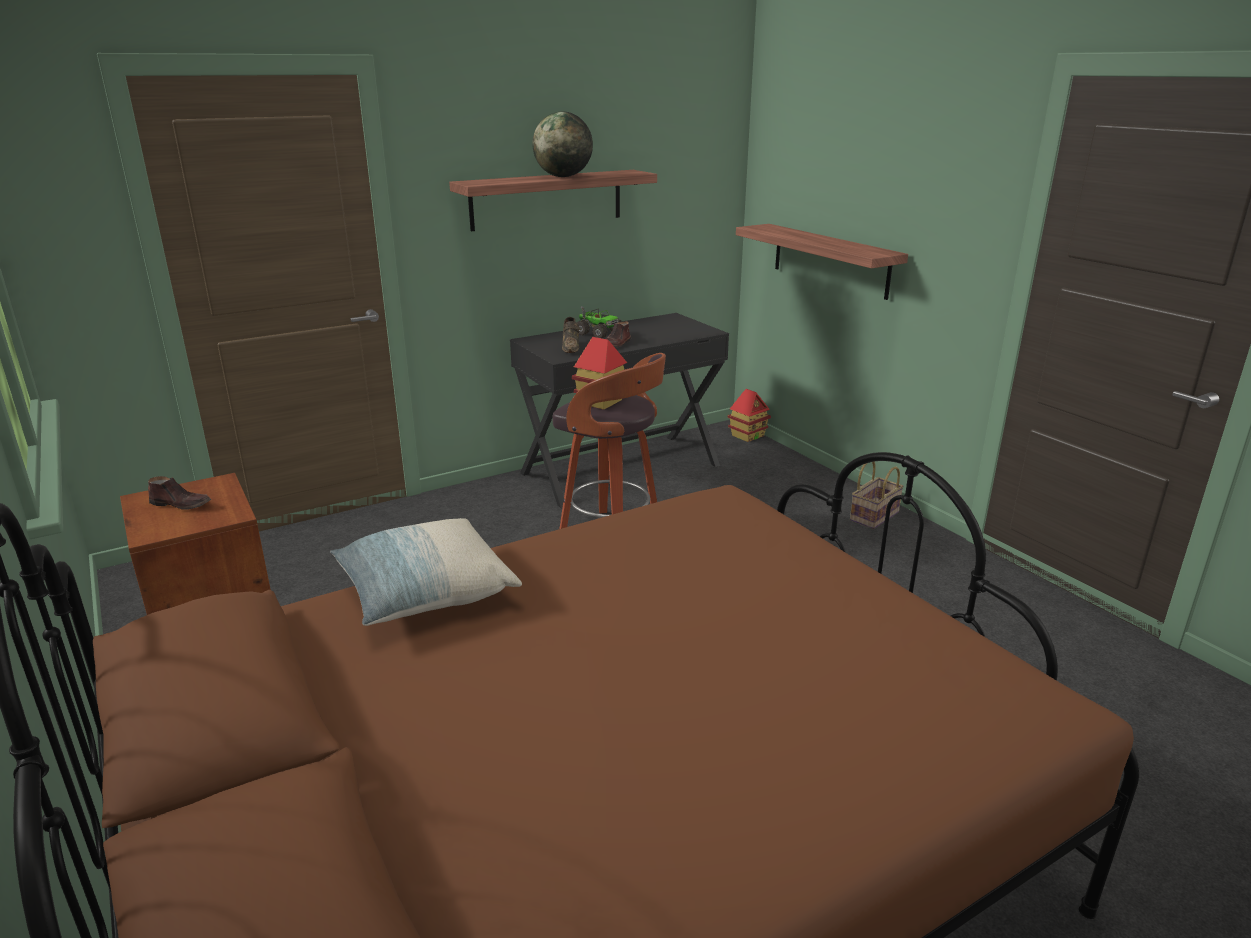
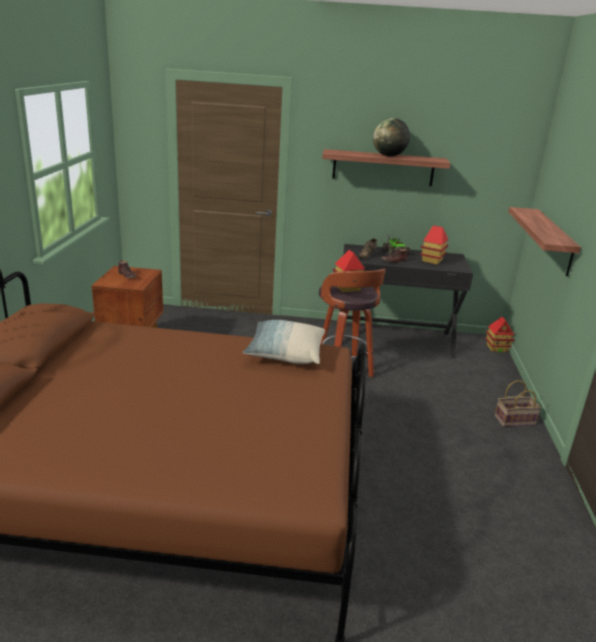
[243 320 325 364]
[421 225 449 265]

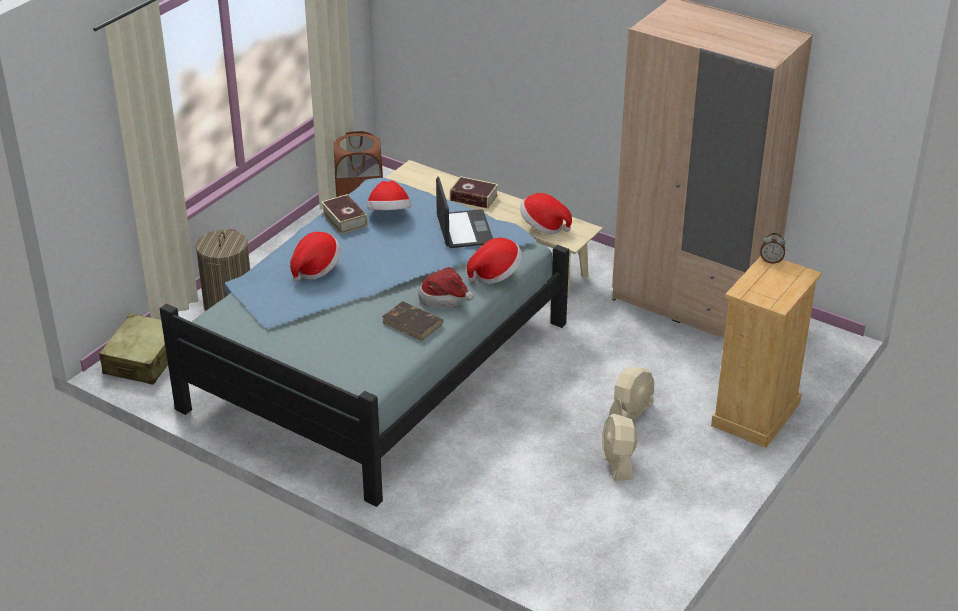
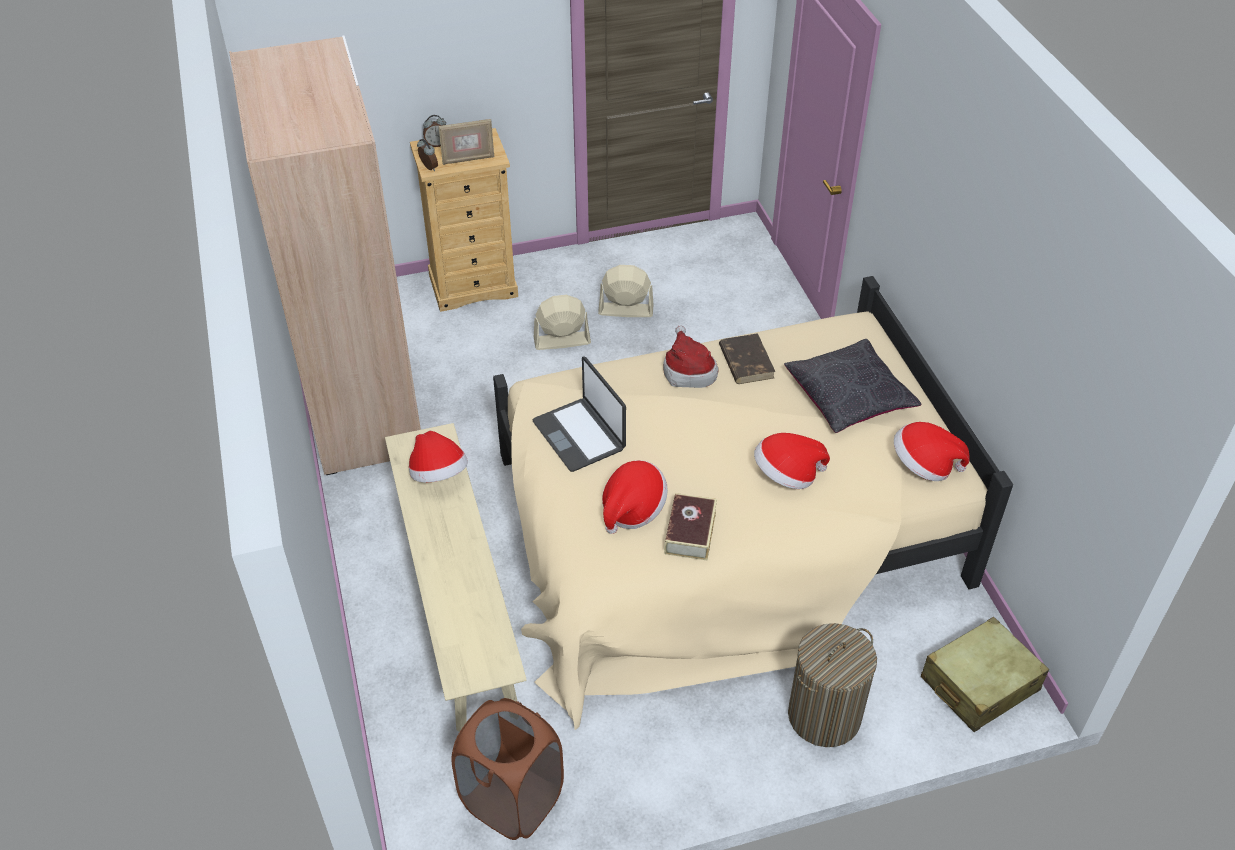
[493 276 1013 730]
[533 356 626 472]
[450 176 498 209] (first image)
[894 422 970 481]
[598 265 654 317]
[423 115 446 147]
[438 119 495 165]
[784 339 921 433]

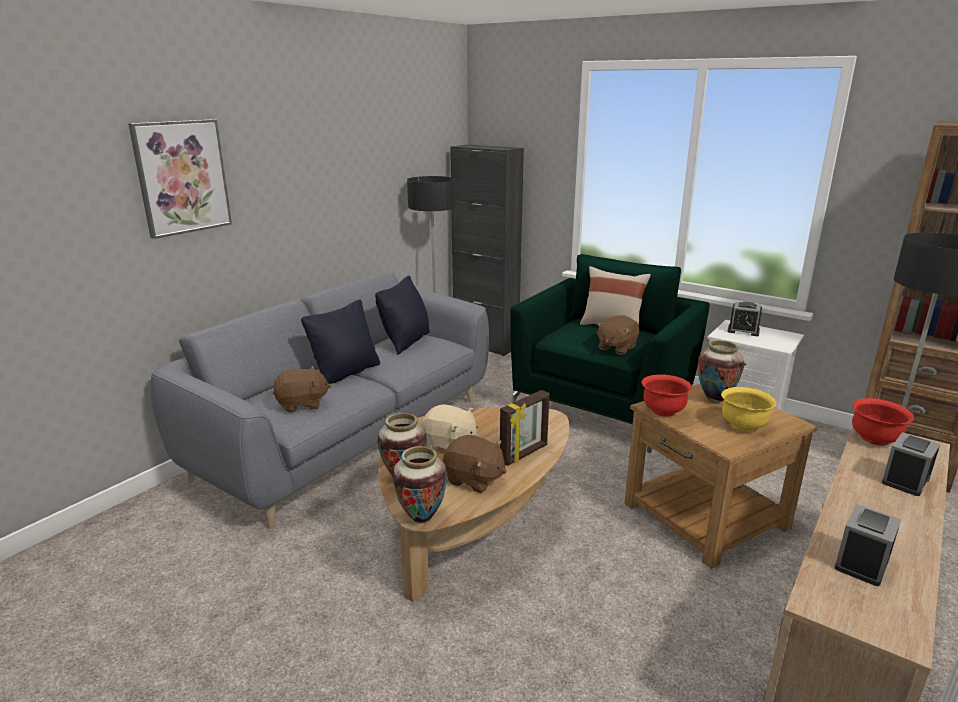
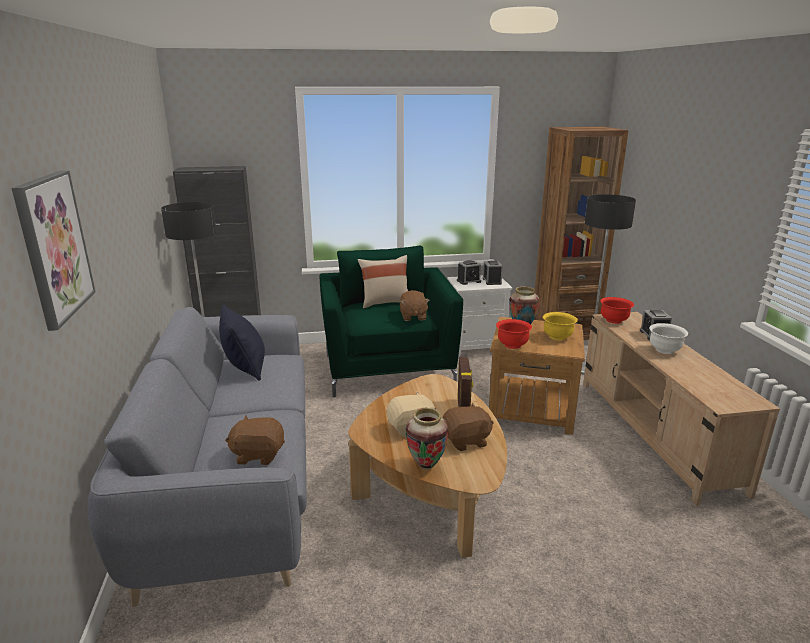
[225 415 285 465]
[301 299 380 384] (first image)
[392 446 447 524] (first image)
[483 261 503 285]
[650 323 688 354]

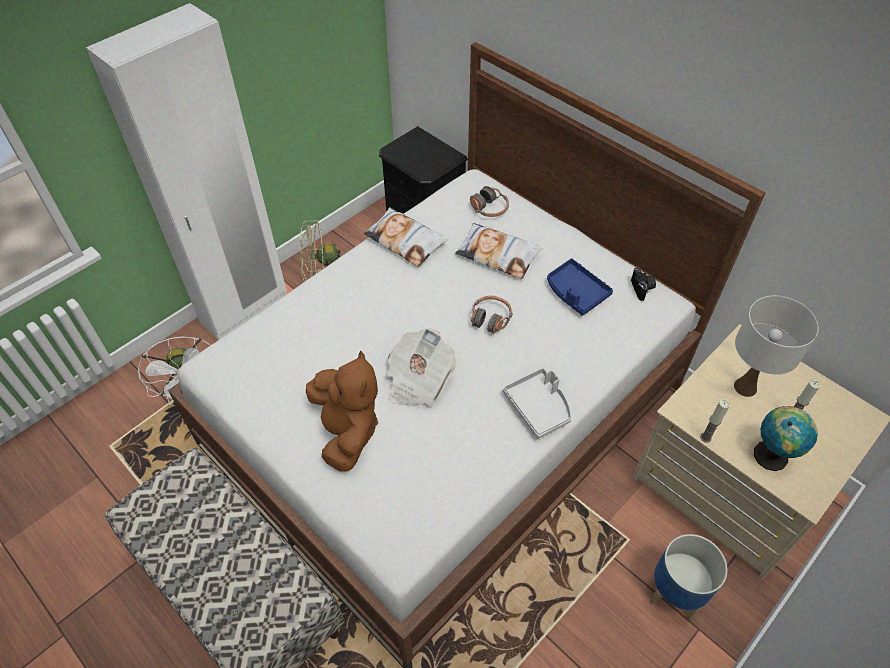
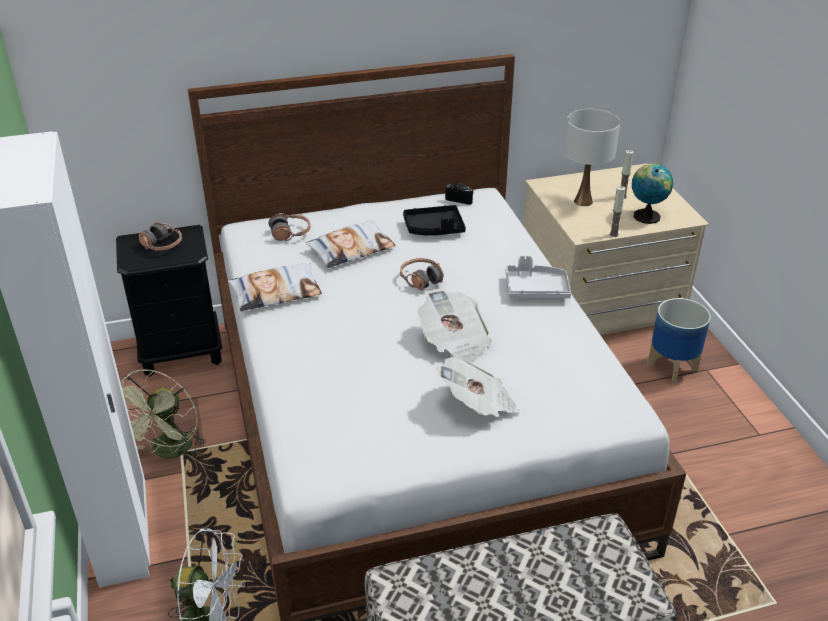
[437 357 520 417]
[403 205 466 235]
[139 222 182 251]

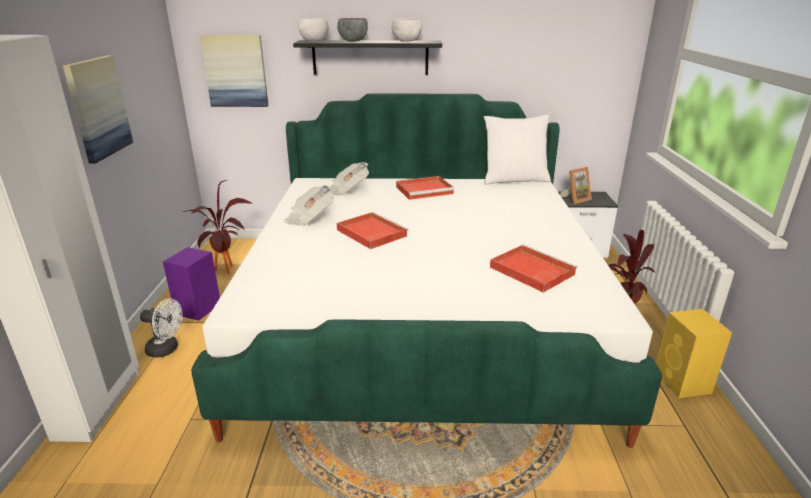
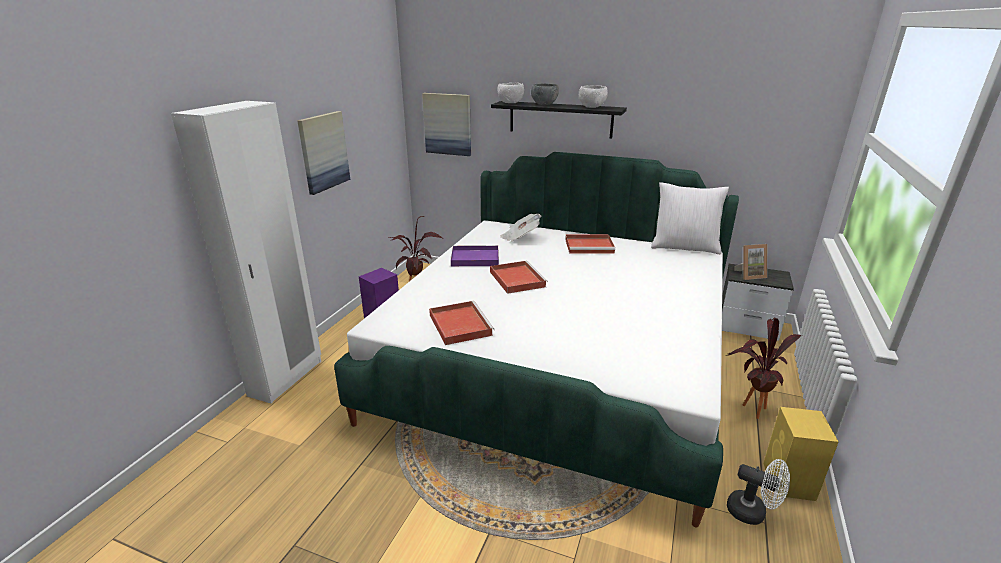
[727 459 790 525]
[451 245 499 266]
[429 301 494 345]

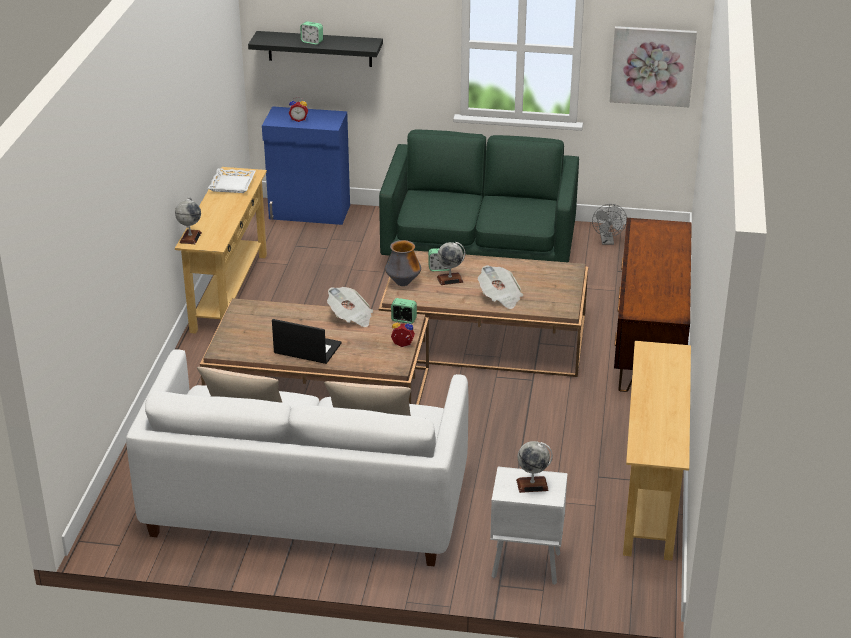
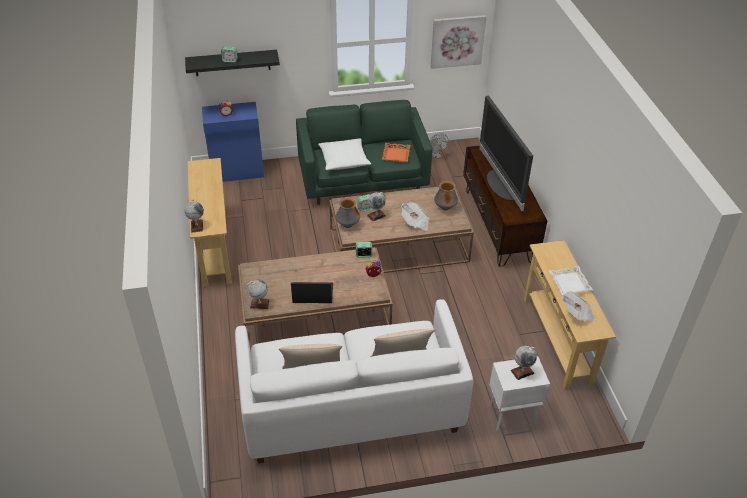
[549 266 593 295]
[562 291 596 322]
[246 280 270 309]
[318 138 371 170]
[382 143 410 162]
[434 181 458 211]
[480 96 533 211]

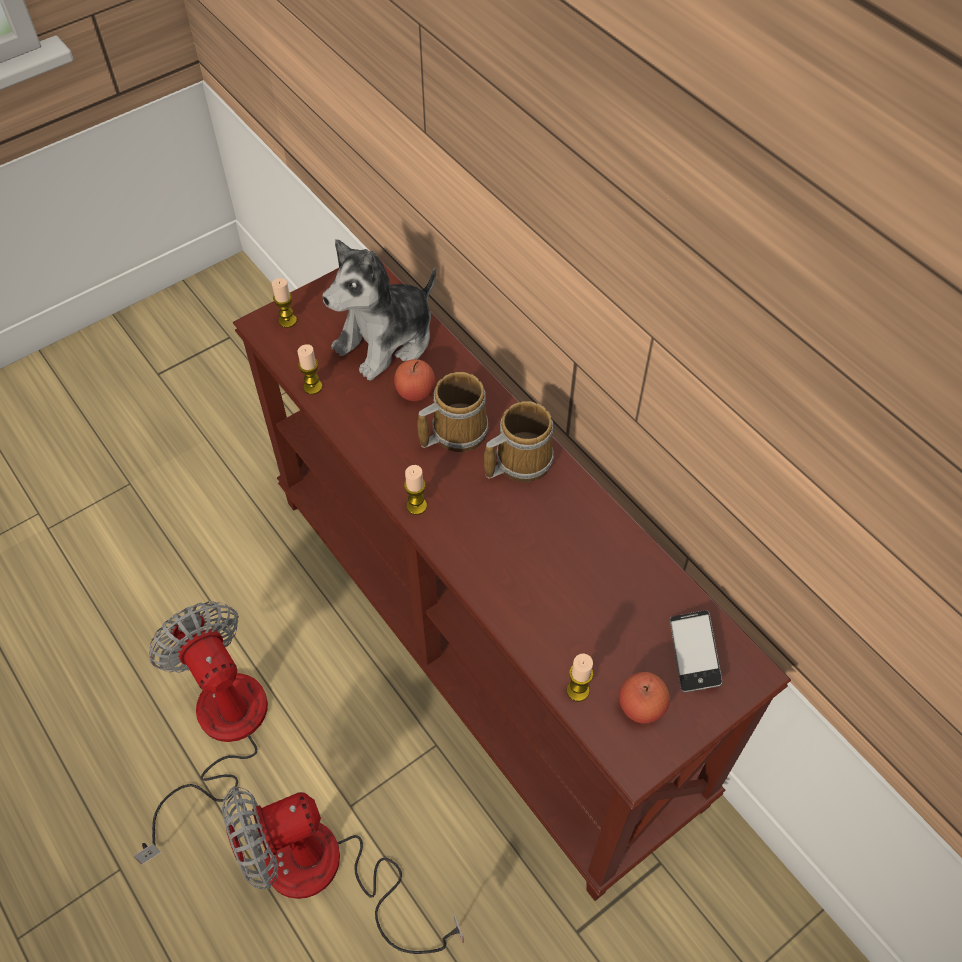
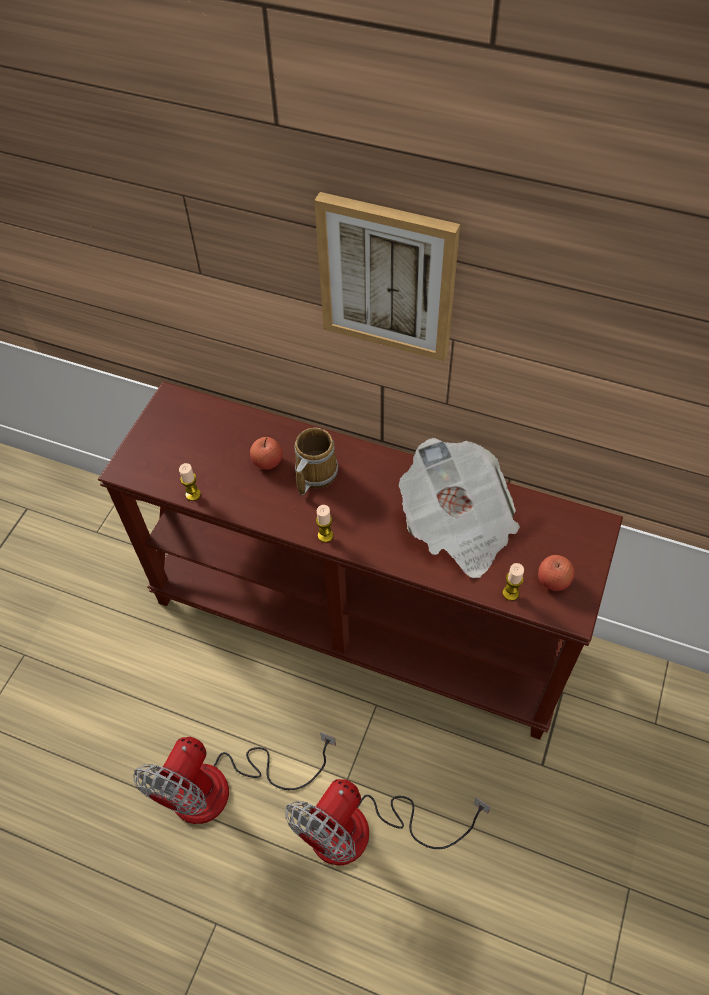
[133 732 336 824]
[272 278 297 328] (first image)
[323 239 436 381] (first image)
[484 401 554 483] (first image)
[670 610 723 692] (first image)
[314 192 460 361]
[399 438 520 578]

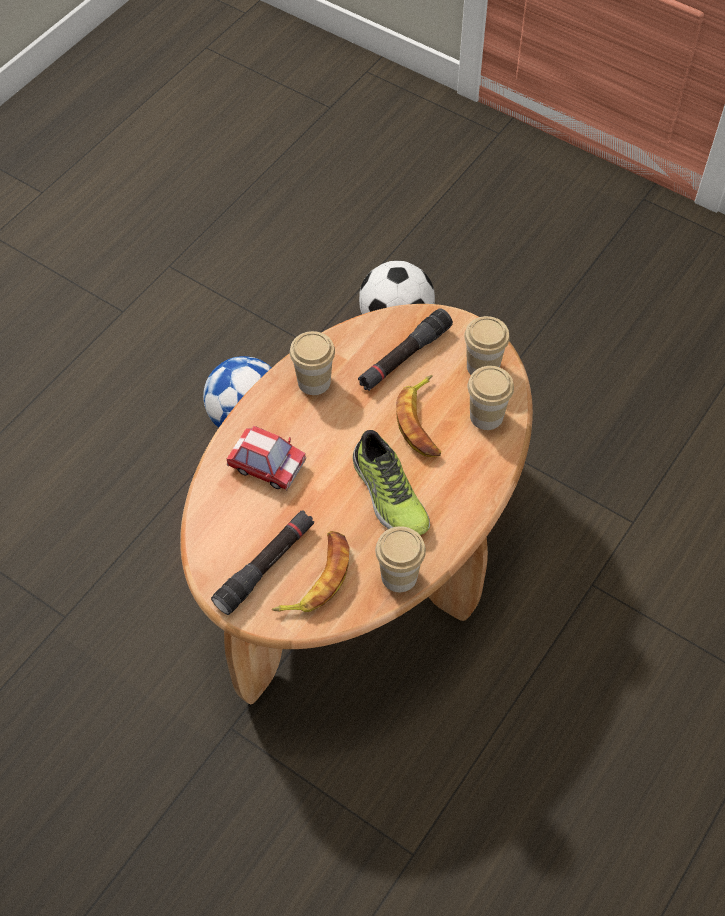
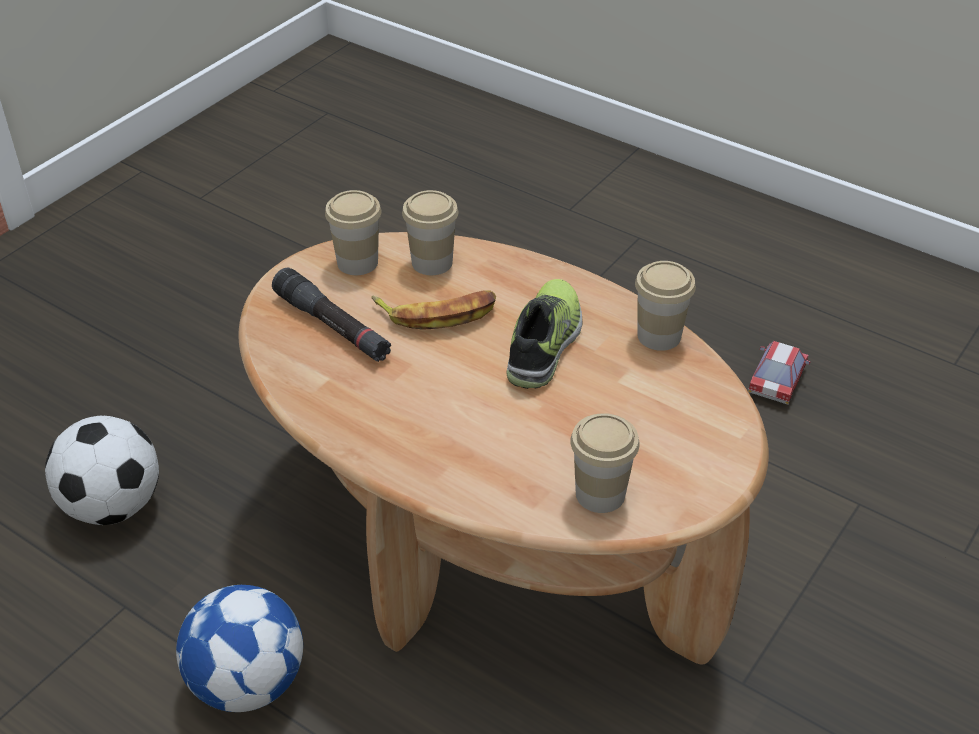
[211 510 314 615] (first image)
[748 341 810 405]
[272 531 349 612] (first image)
[570 413 640 513]
[506 279 582 389]

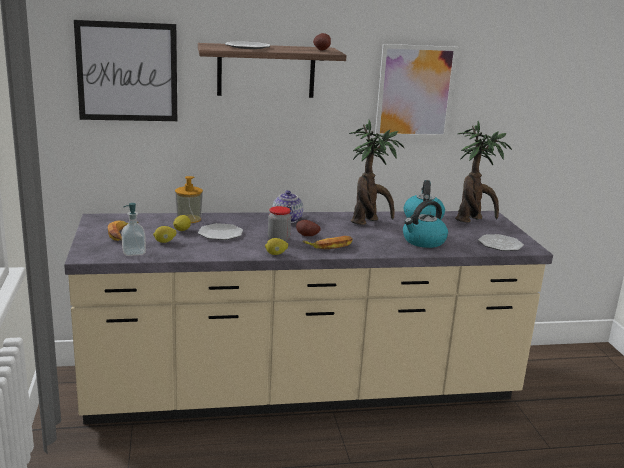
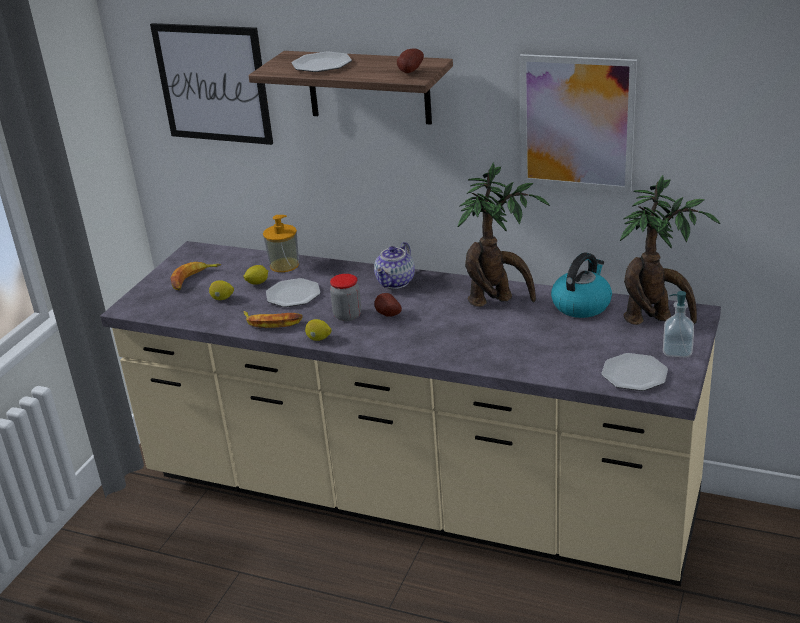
[663 291 694 358]
[243 311 303 328]
[403 200 448 248] (first image)

